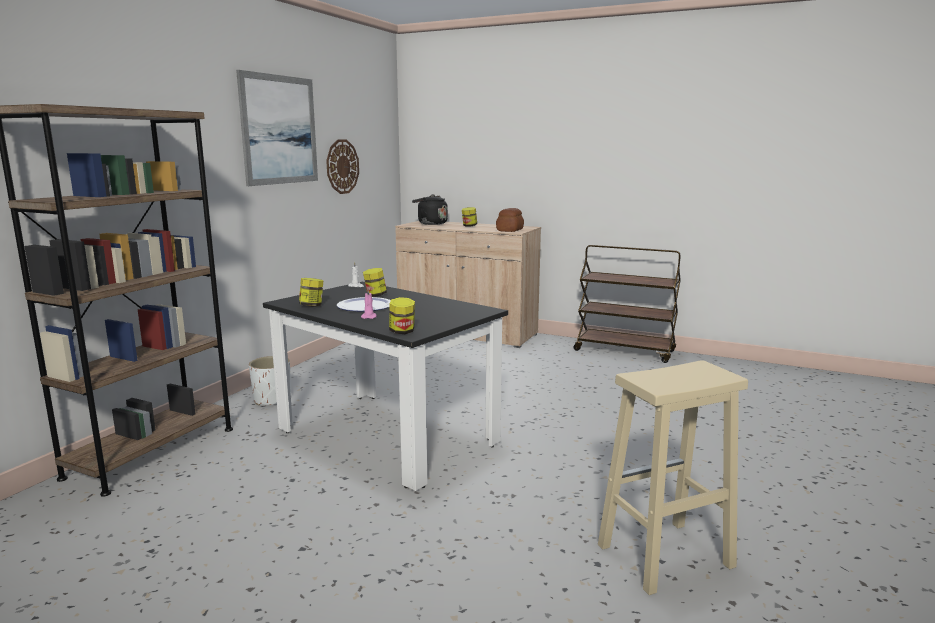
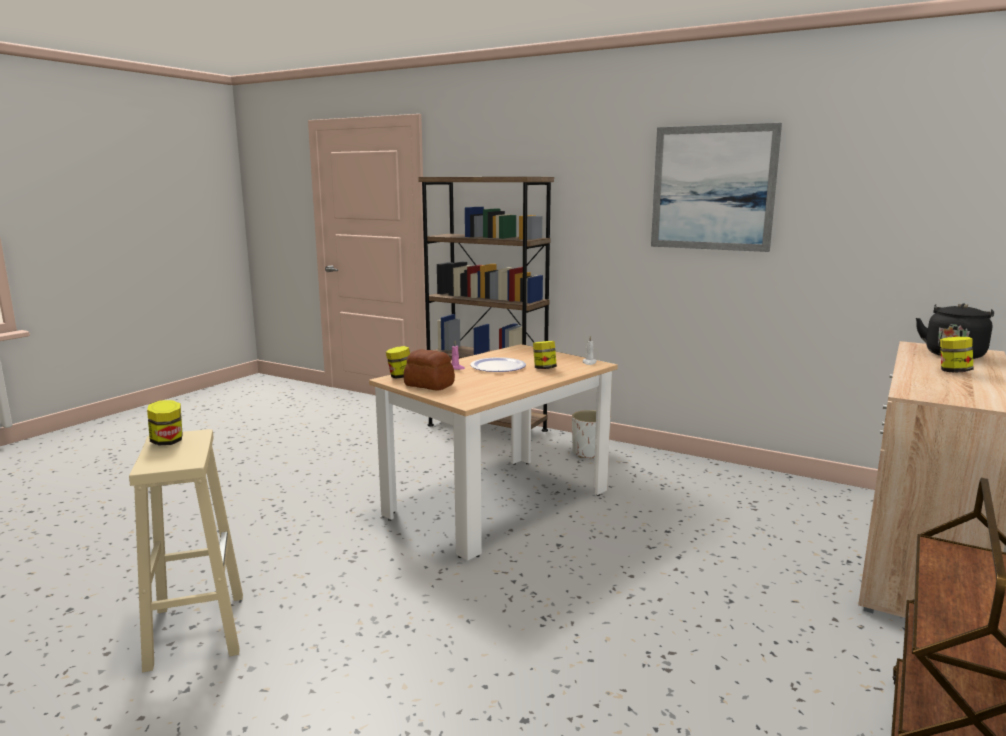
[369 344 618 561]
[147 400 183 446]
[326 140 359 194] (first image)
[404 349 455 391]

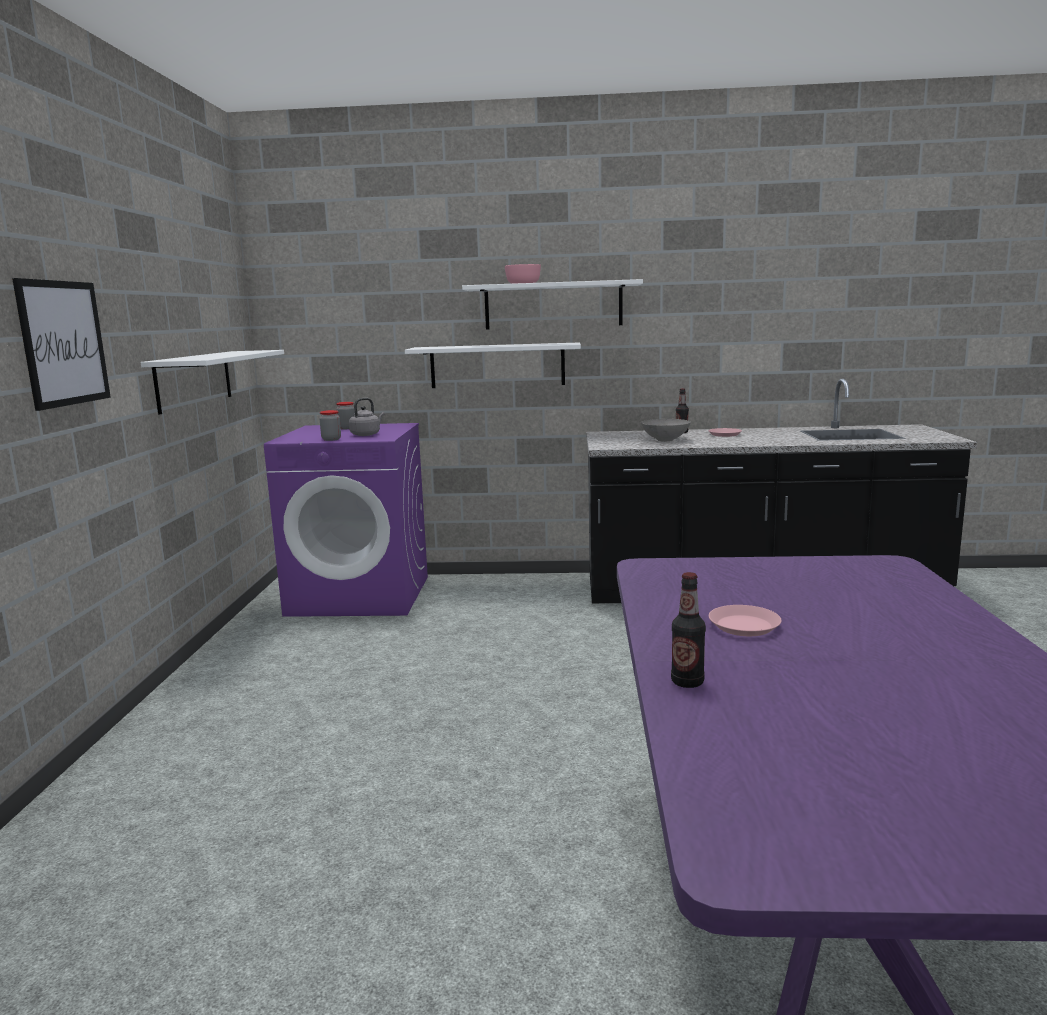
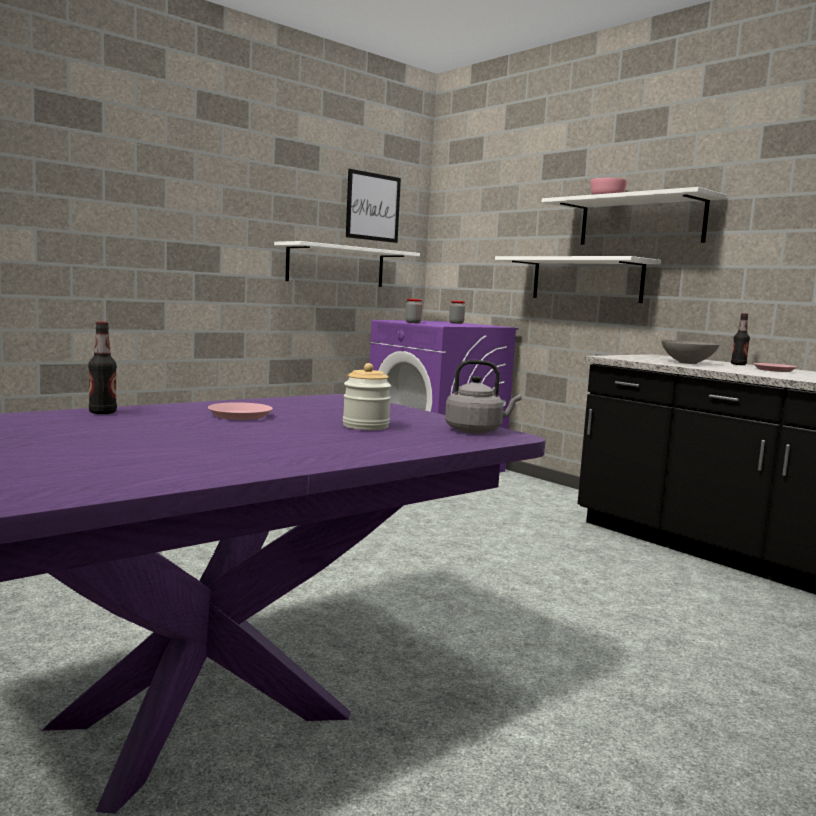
[346 169 401 243]
[445 360 522 433]
[343 363 391 430]

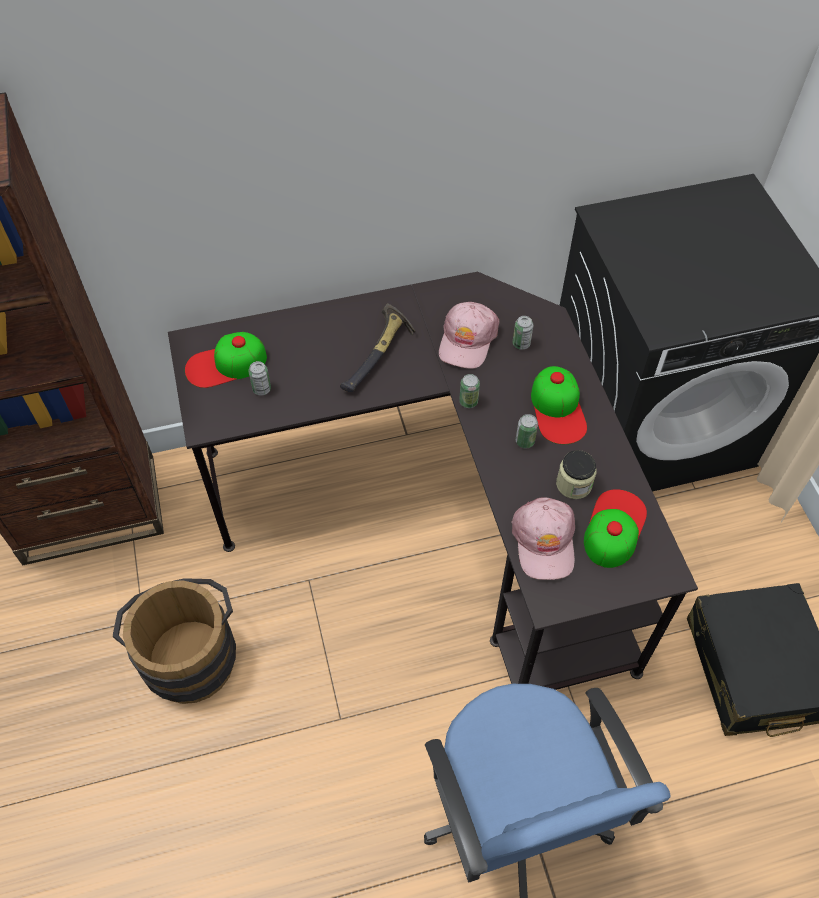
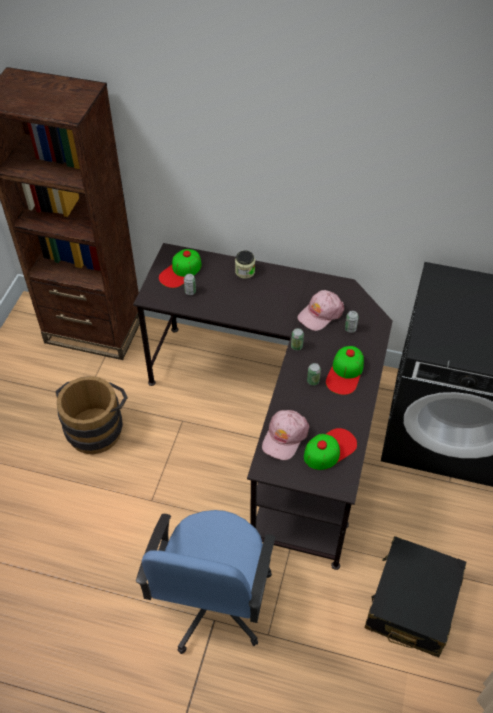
[159 249 202 288]
[340 303 415 392] (first image)
[235 251 255 279]

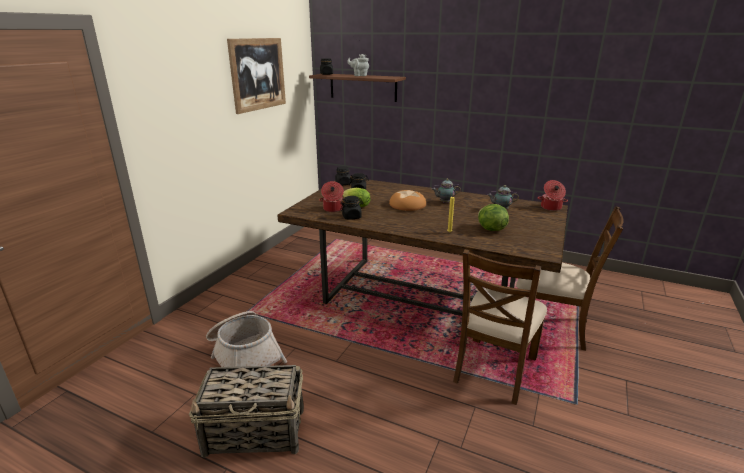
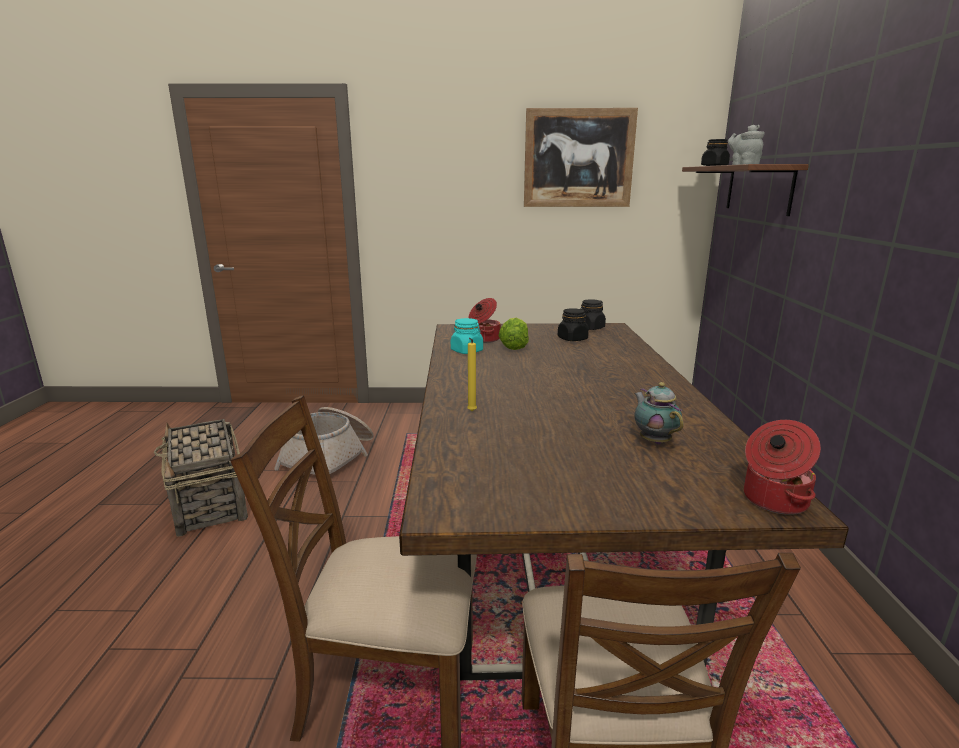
[451 318 483 354]
[389 190 426 211] (first image)
[431 179 461 203] (first image)
[478 204 509 231] (first image)

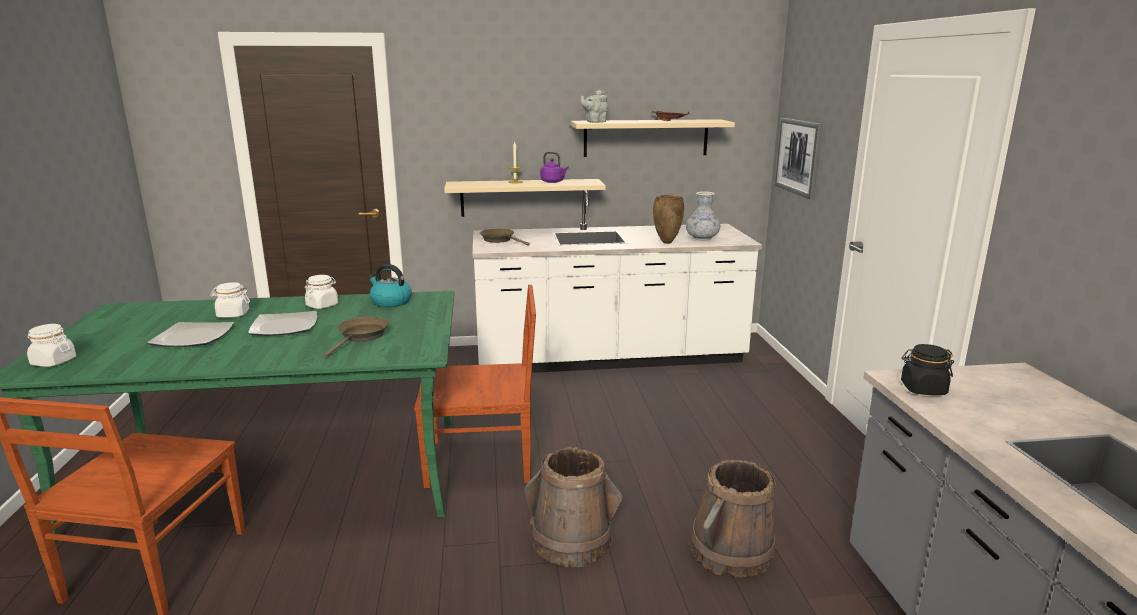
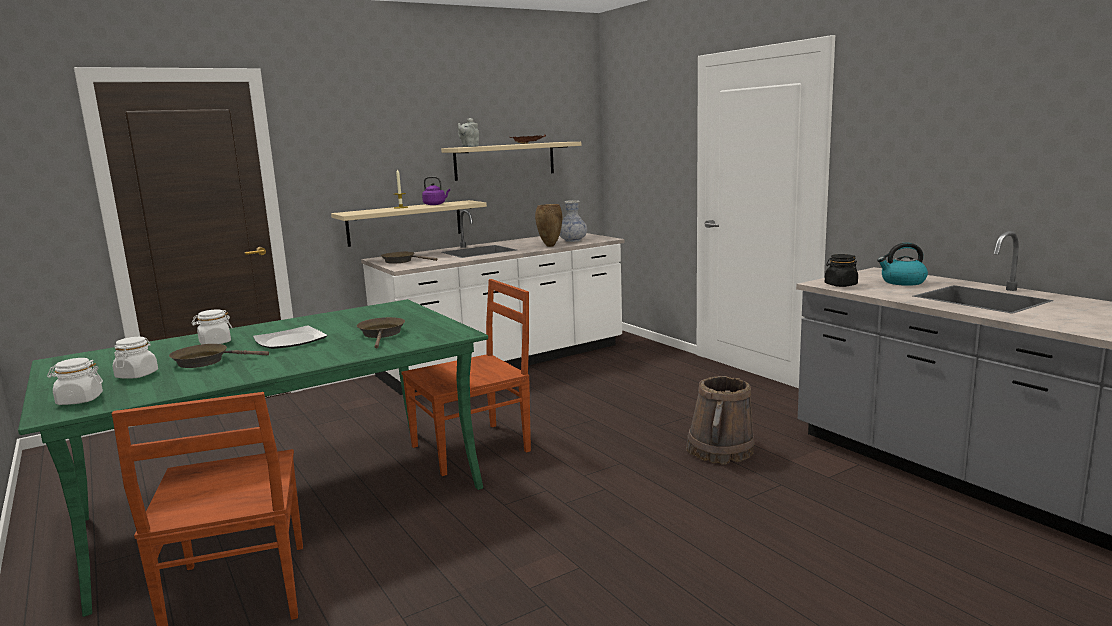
[169 344 269 368]
[113 337 158 379]
[877 243 928 286]
[524 447 623 567] (first image)
[774 118 822 200] (first image)

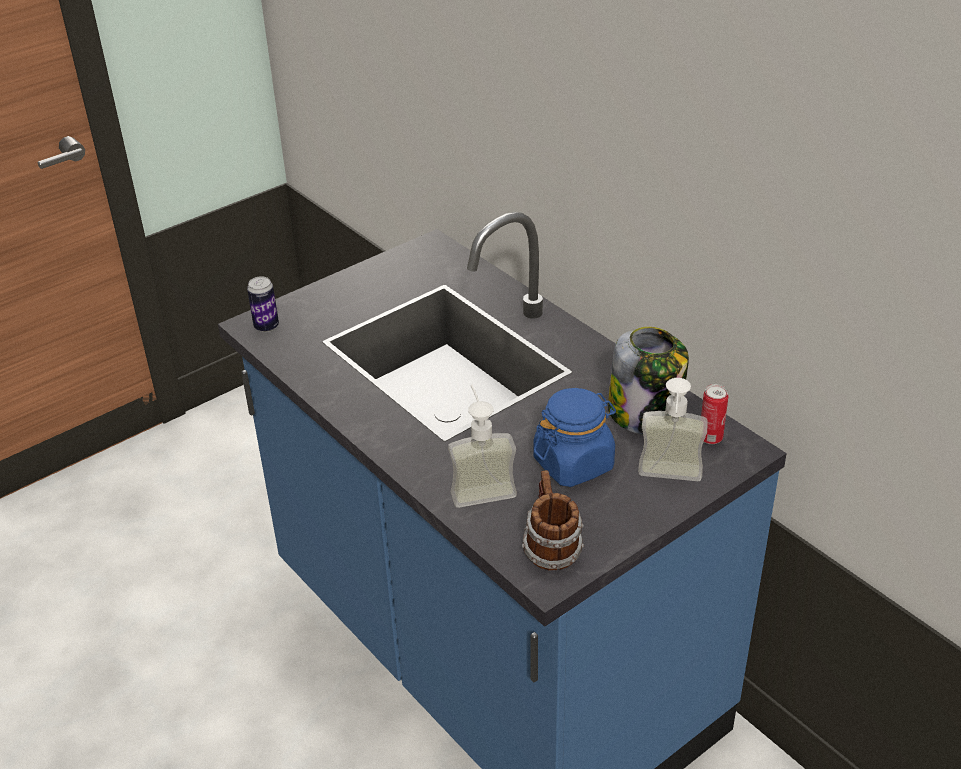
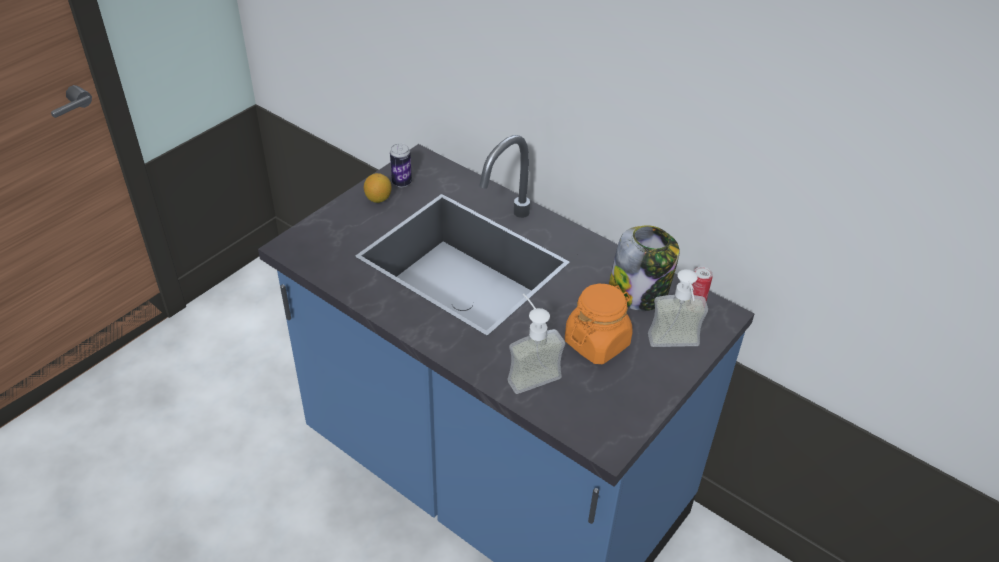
[390 143 412 187]
[522 470 584 570] (first image)
[565 284 633 364]
[364 173 391 203]

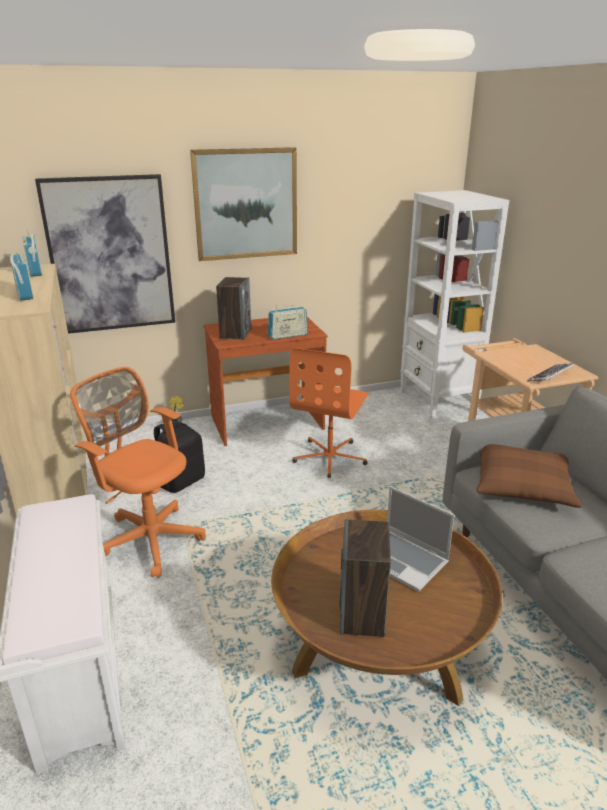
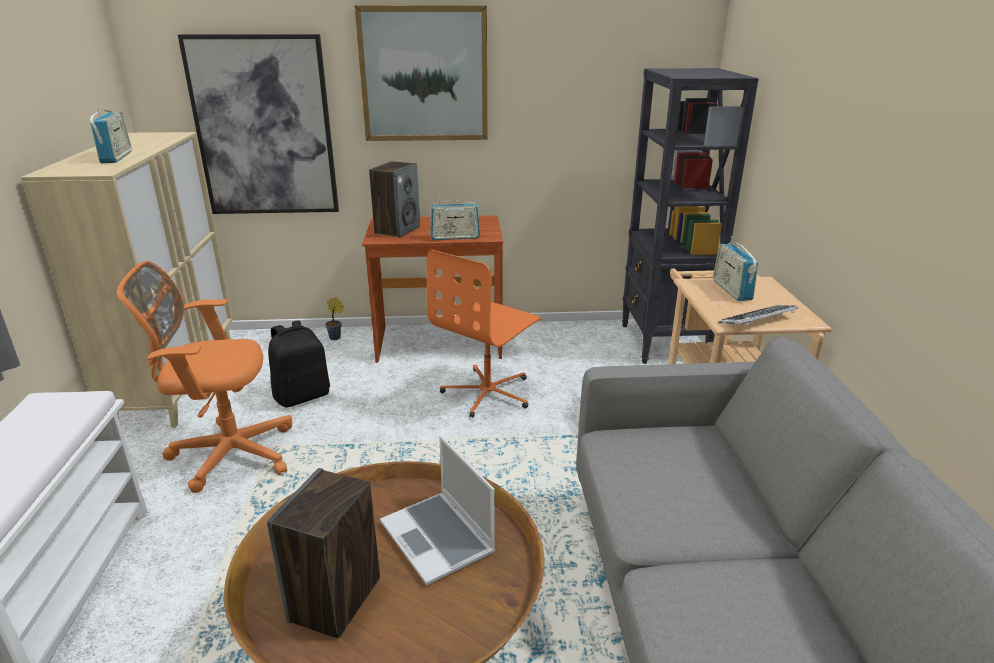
[713 236 758 301]
[117 261 292 493]
[622 68 759 364]
[476 444 582 508] (first image)

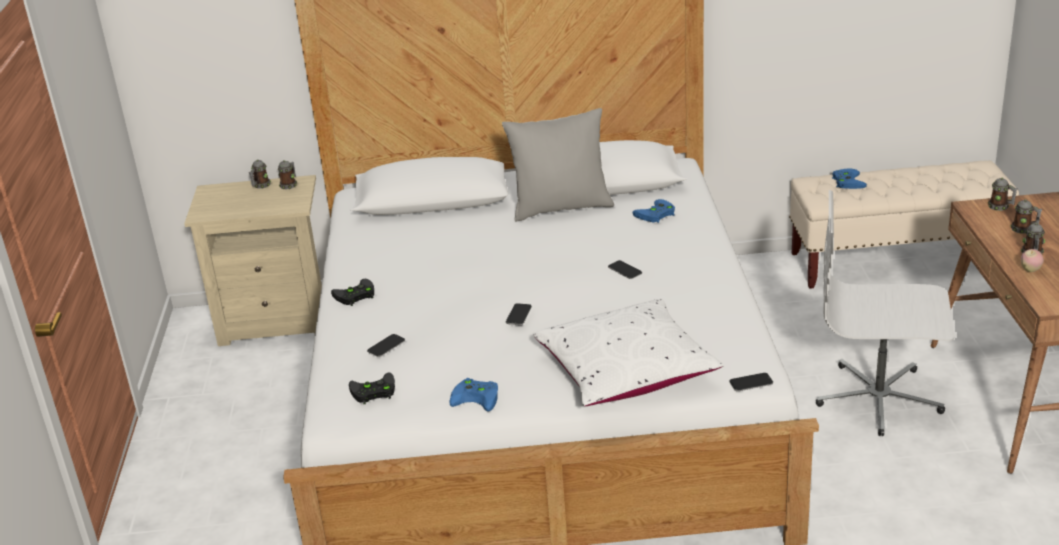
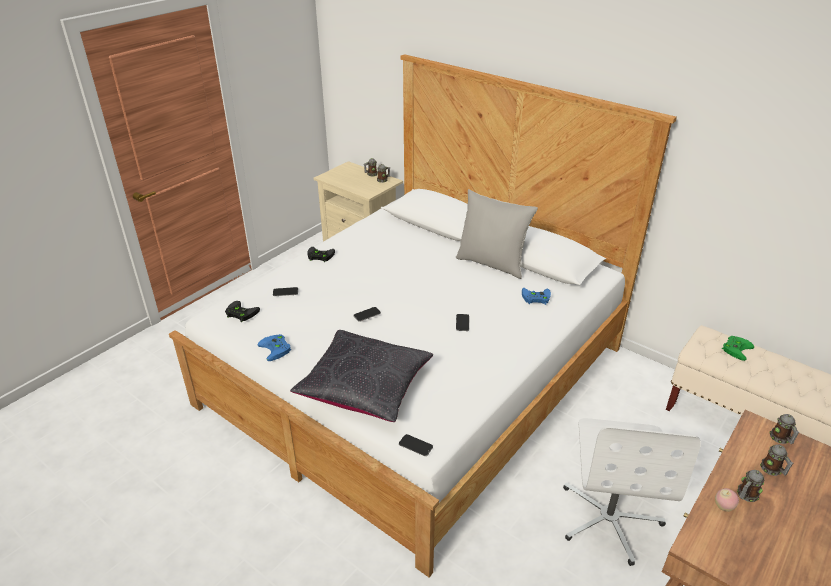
[290 330 433 422]
[563 418 701 566]
[722 336 754 361]

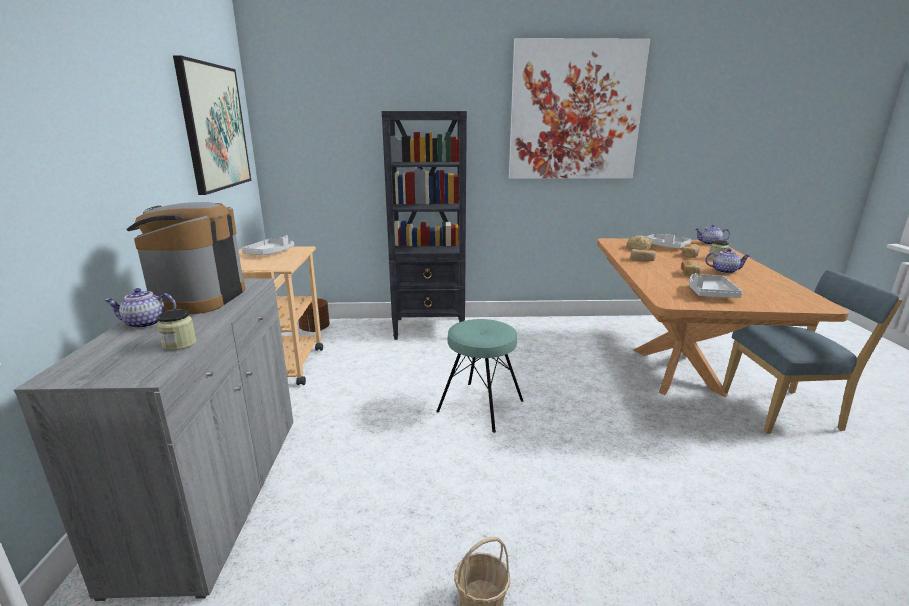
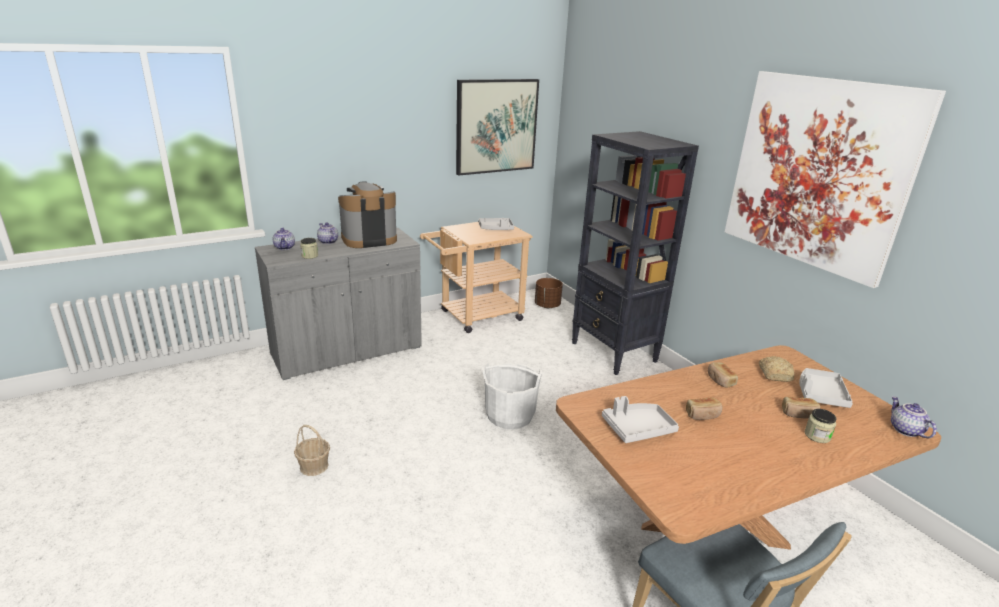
[482 362 542 429]
[273 227 295 250]

